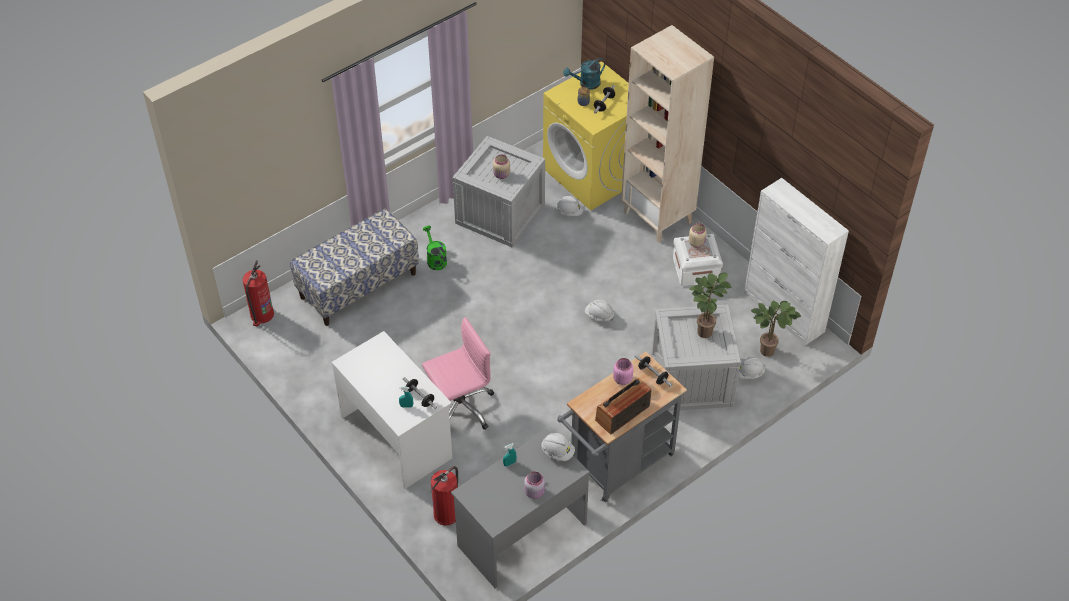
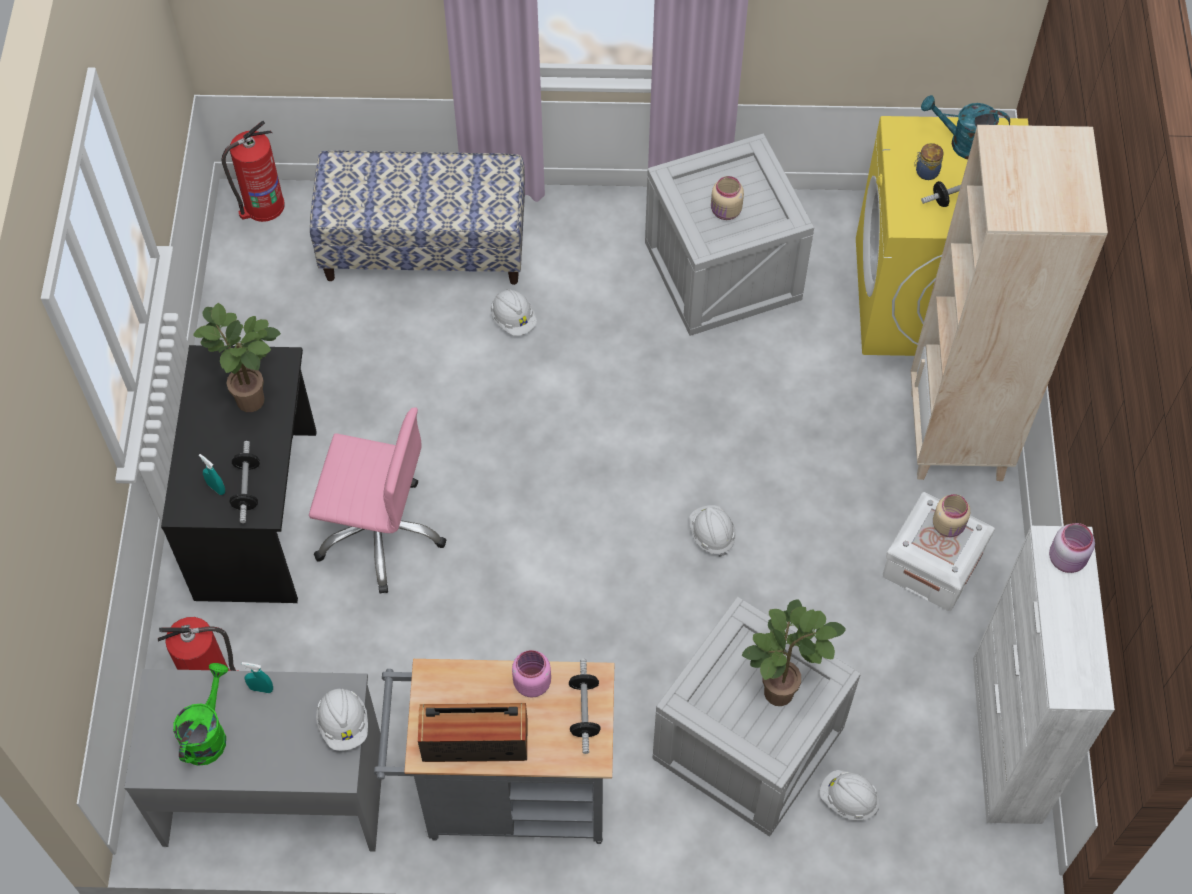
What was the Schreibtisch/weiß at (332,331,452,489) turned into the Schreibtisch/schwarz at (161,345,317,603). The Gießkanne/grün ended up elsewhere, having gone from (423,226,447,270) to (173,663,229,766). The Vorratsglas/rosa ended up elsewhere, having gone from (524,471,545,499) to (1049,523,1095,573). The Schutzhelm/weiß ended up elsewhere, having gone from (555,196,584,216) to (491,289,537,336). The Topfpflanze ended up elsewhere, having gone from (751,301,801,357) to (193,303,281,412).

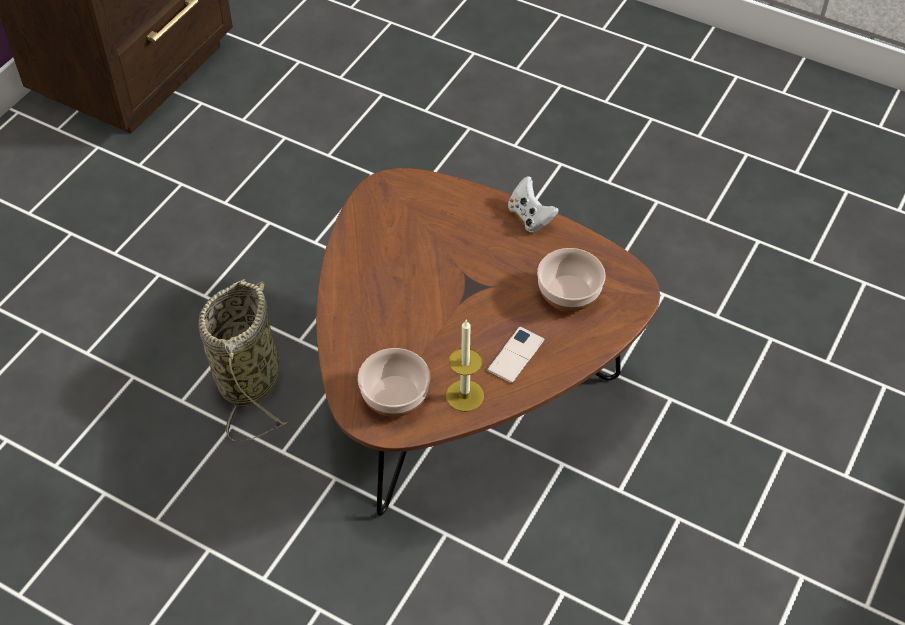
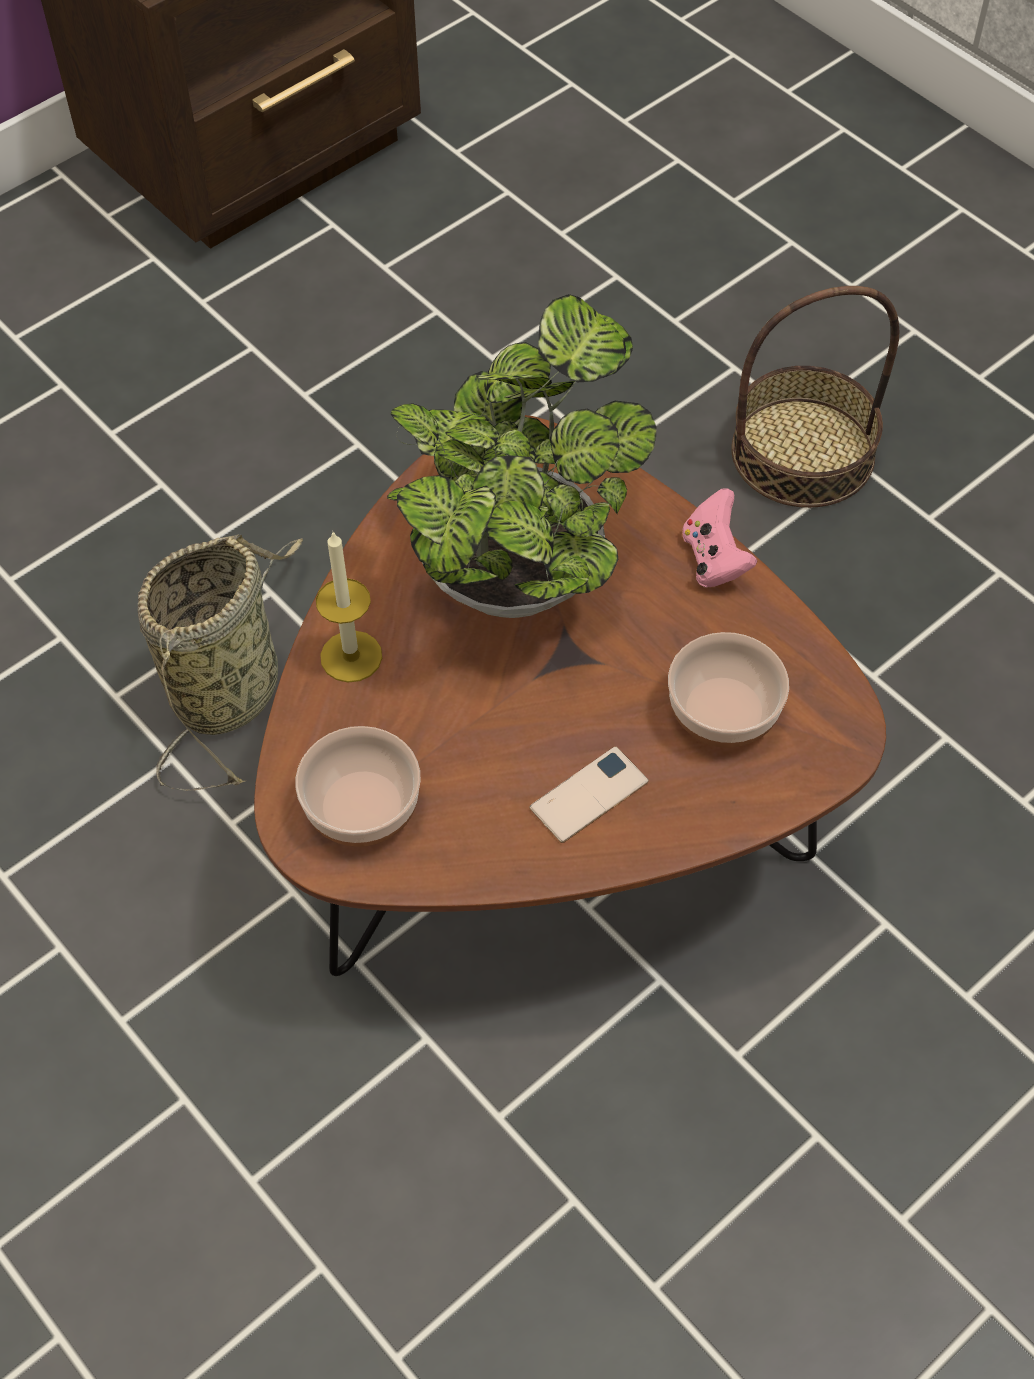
The Kerze ended up elsewhere, having gone from (446,319,484,412) to (316,532,382,682). What was the Gamepad/weiß at (508,176,559,233) turned into the Gamepad/rosa at (682,488,757,588). The second view gained the Topfpflanze at (387,294,656,618). The second view gained the Korb at (731,286,900,508).

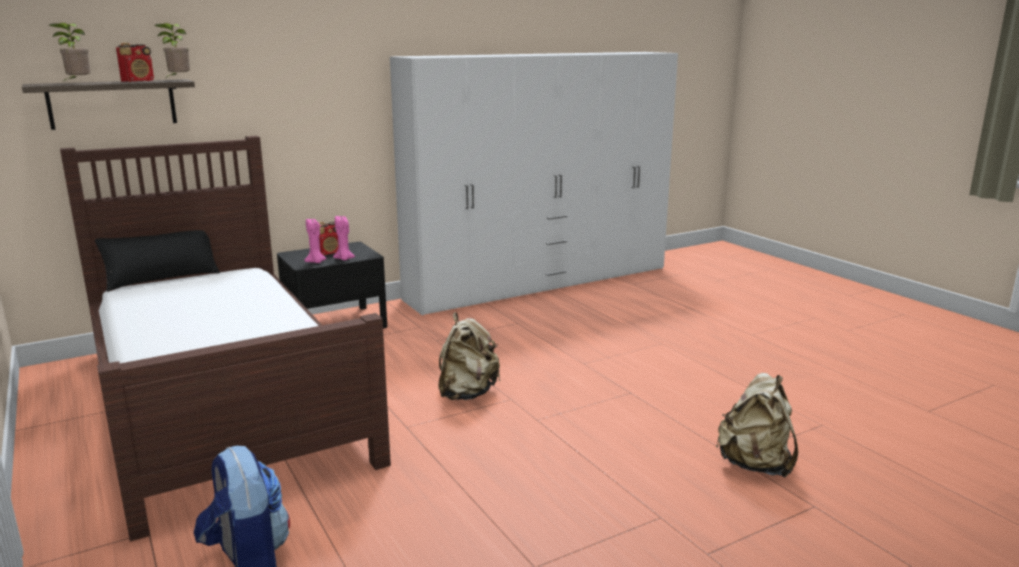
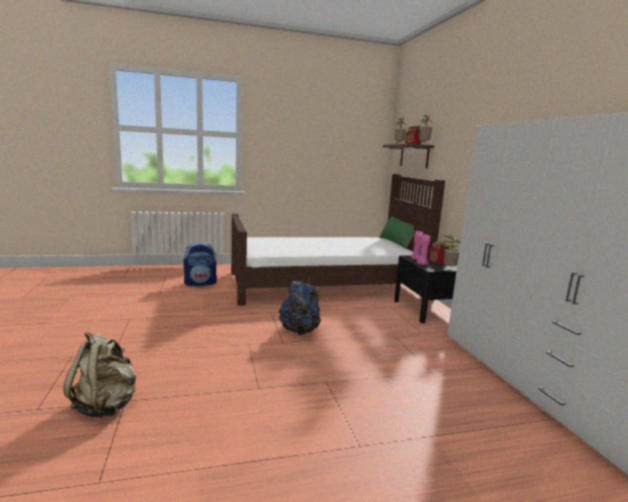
What was the Kissen/schwarz at (95,230,220,292) turned into the Kissen/grün at (379,216,414,249). What was the Rucksack/beige at (438,312,500,400) turned into the Rucksack/blau at (279,276,321,335). The second view gained the Topfpflanze at (440,235,460,268).

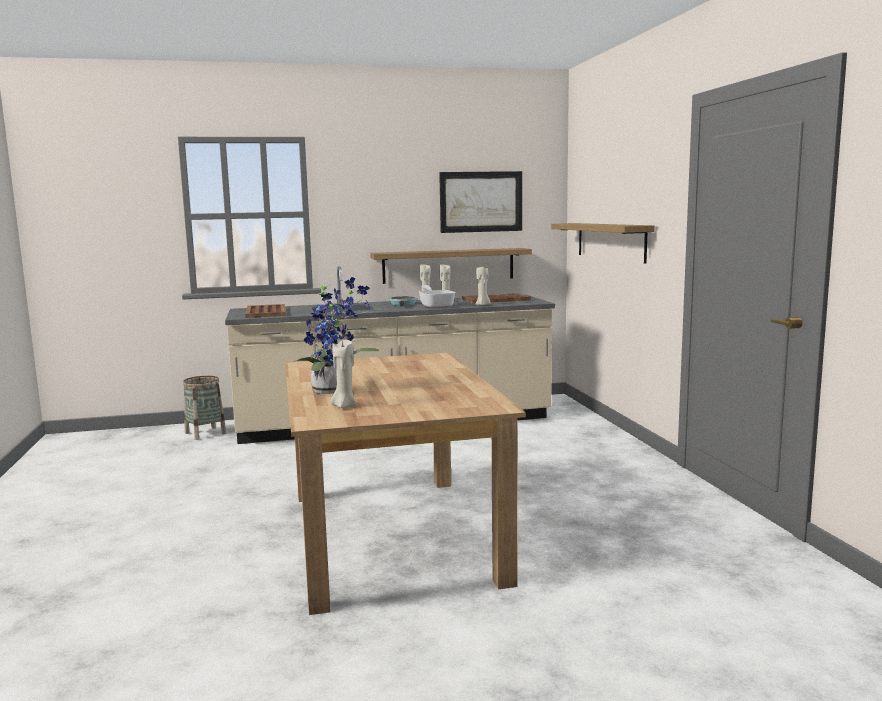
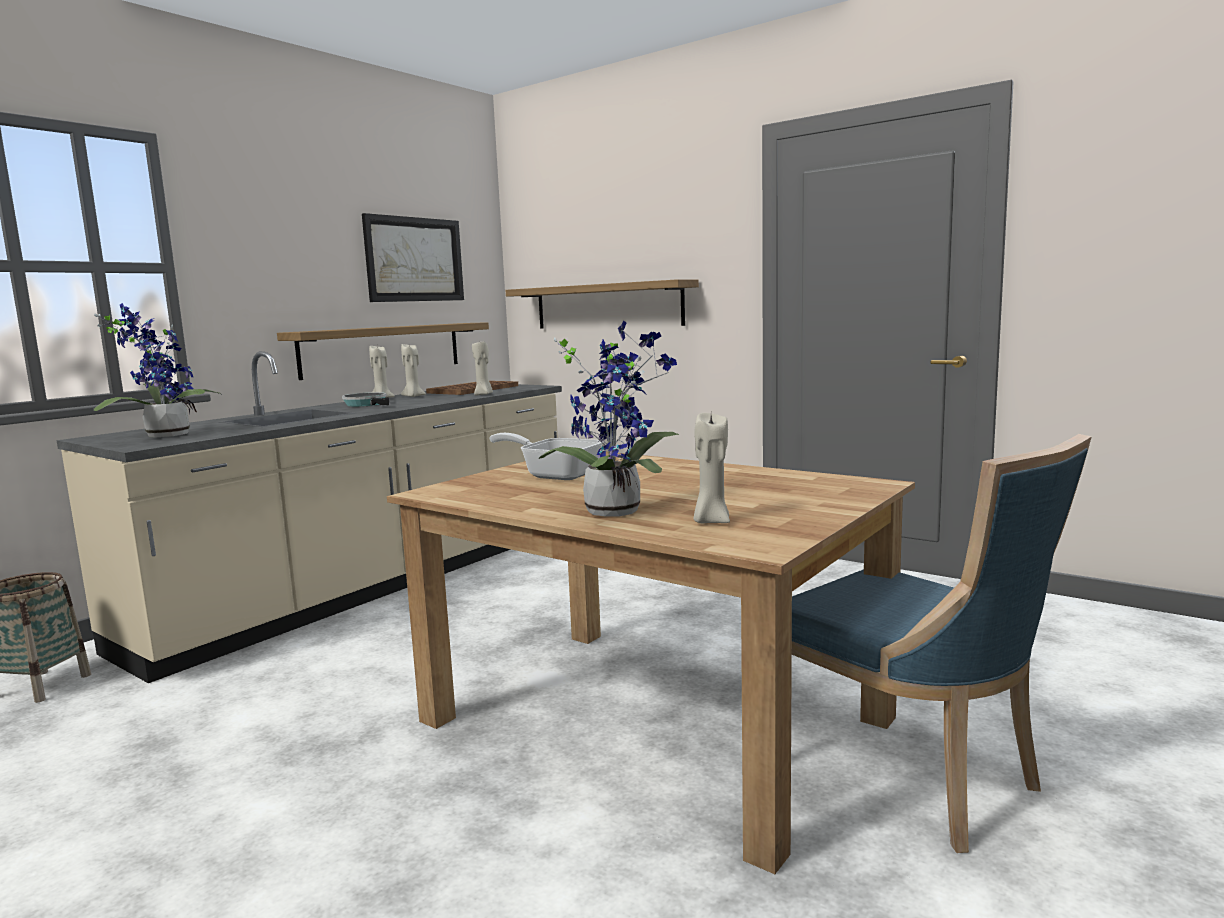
Where the Tablett/braun stood at (245,304,286,318), the Topfpflanze came to stand at (94,303,221,438). The Pfanne ended up elsewhere, having gone from (419,285,456,308) to (489,433,603,480). The second view gained the Stuhl/blau at (792,434,1092,853).

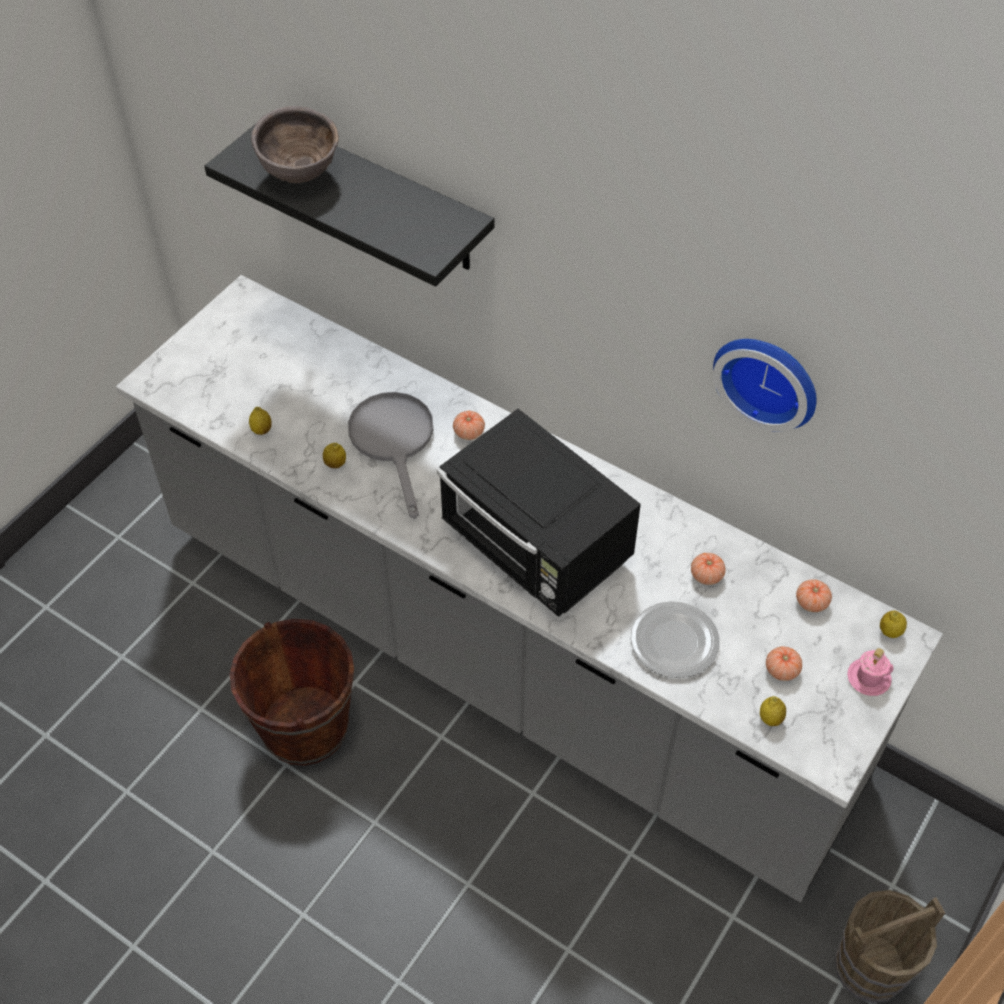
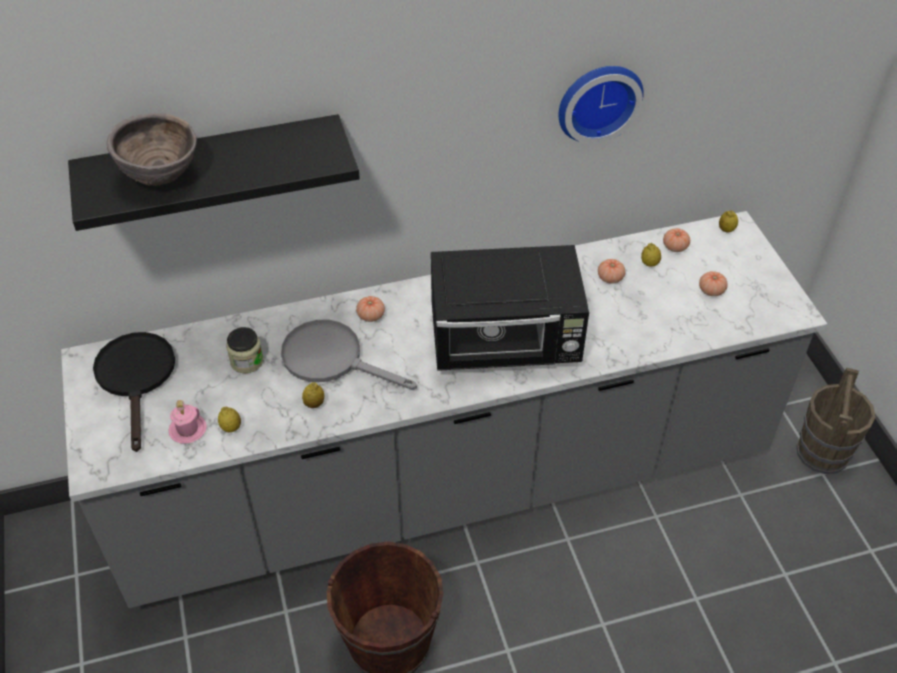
The second view lost the Teller at (631,601,720,678). The Zitrone ended up elsewhere, having gone from (760,696,786,726) to (641,243,661,267). The Henkelbecher/rosa ended up elsewhere, having gone from (847,648,894,696) to (168,400,207,444). The second view gained the Pfanne/schwarz at (93,332,175,452). The second view gained the Vorratsglas at (226,327,264,373).

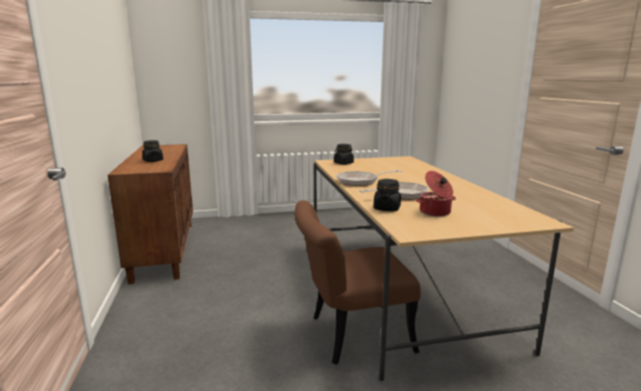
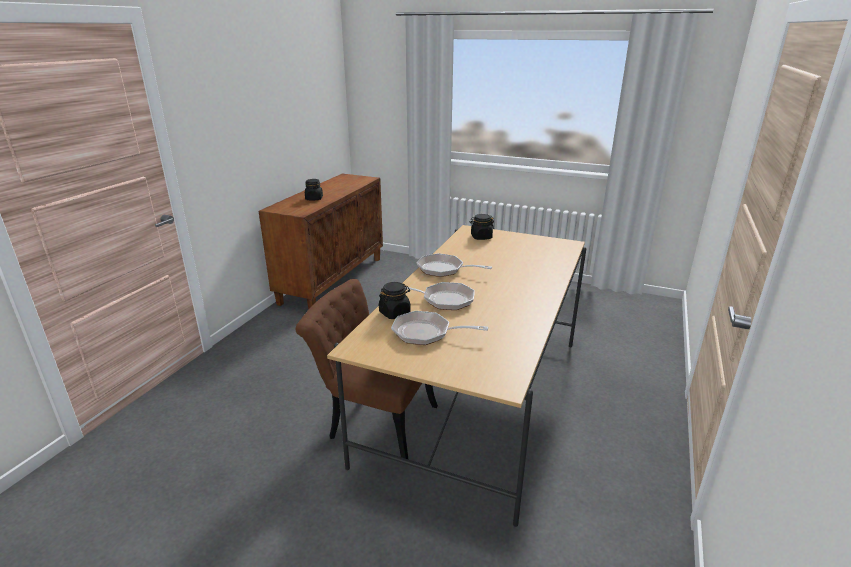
Where the Kochtopf stood at (416,171,456,217), the Pfanne came to stand at (391,311,488,345).

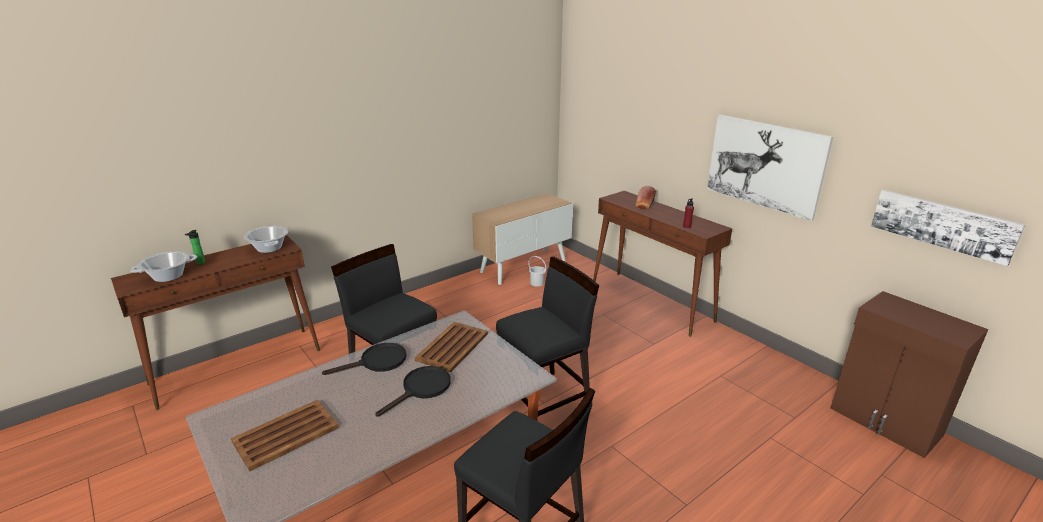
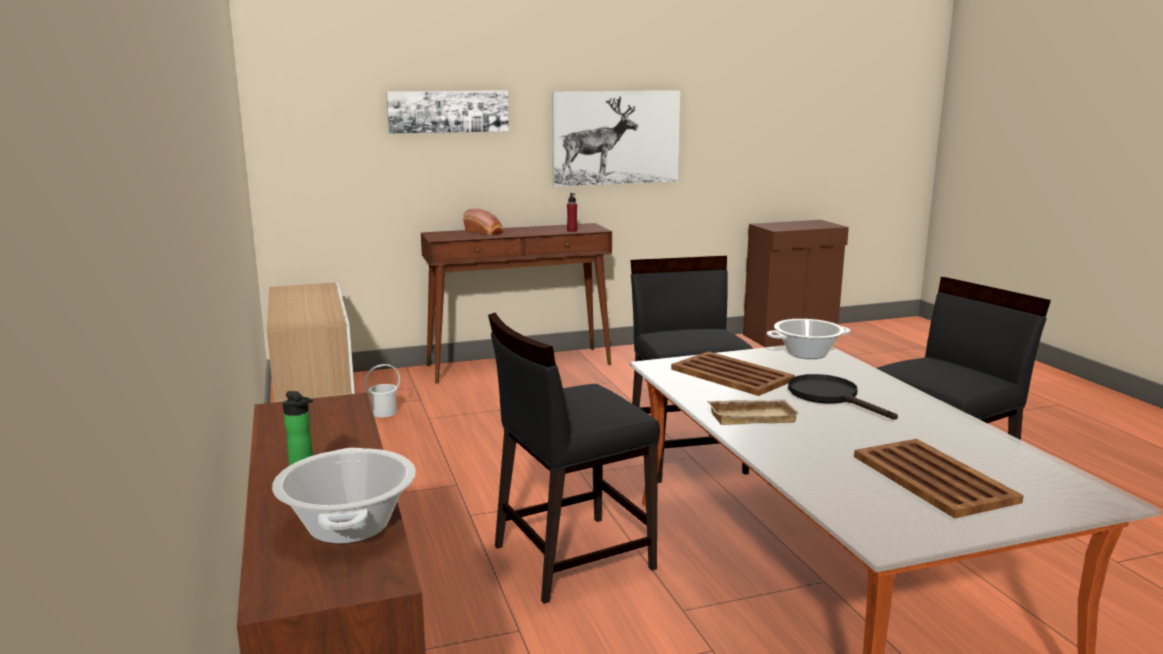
The Kochtopf ended up elsewhere, having gone from (244,226,288,253) to (767,319,851,359). Where the Pfanne/schwarz stood at (322,343,407,375), the Tablett/beige came to stand at (707,399,800,425). The Bild ended up elsewhere, having gone from (871,190,1026,266) to (386,91,509,134).

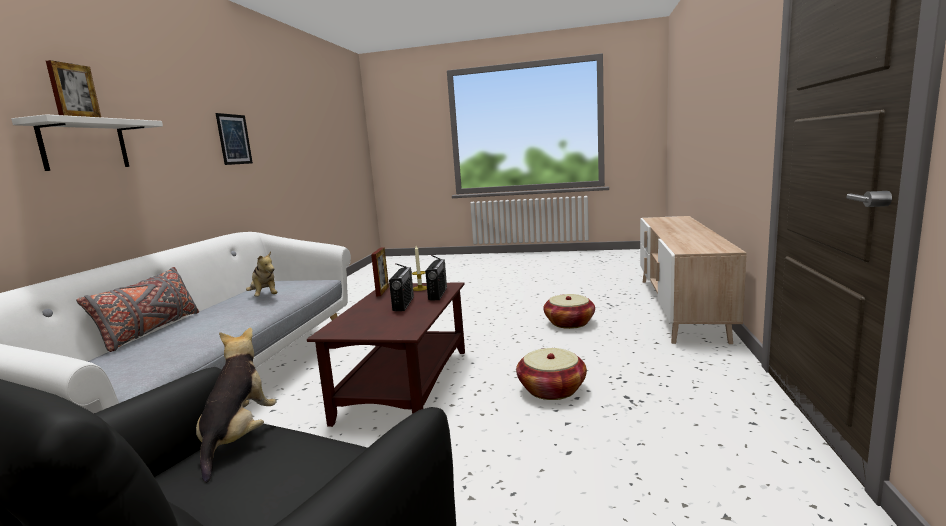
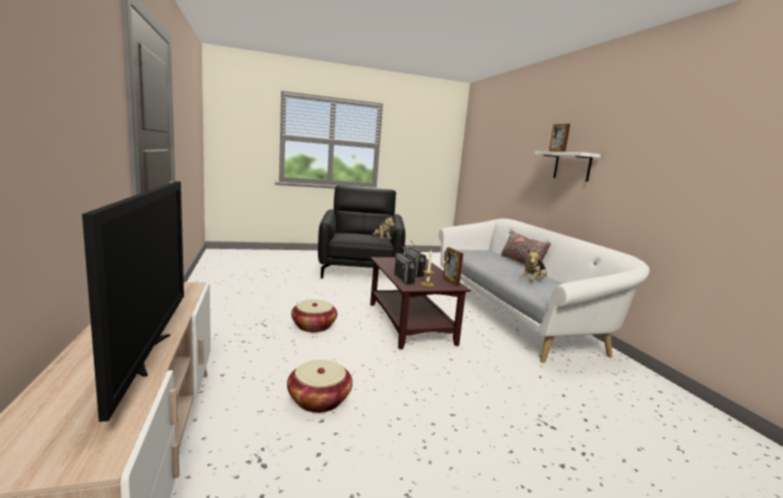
The second view lost the Bild at (215,113,253,165). The Plüschtier at (246,251,277,297) ended up facing another way, 75 degrees counterclockwise from before. The second view gained the Fernseher at (82,181,184,422).

